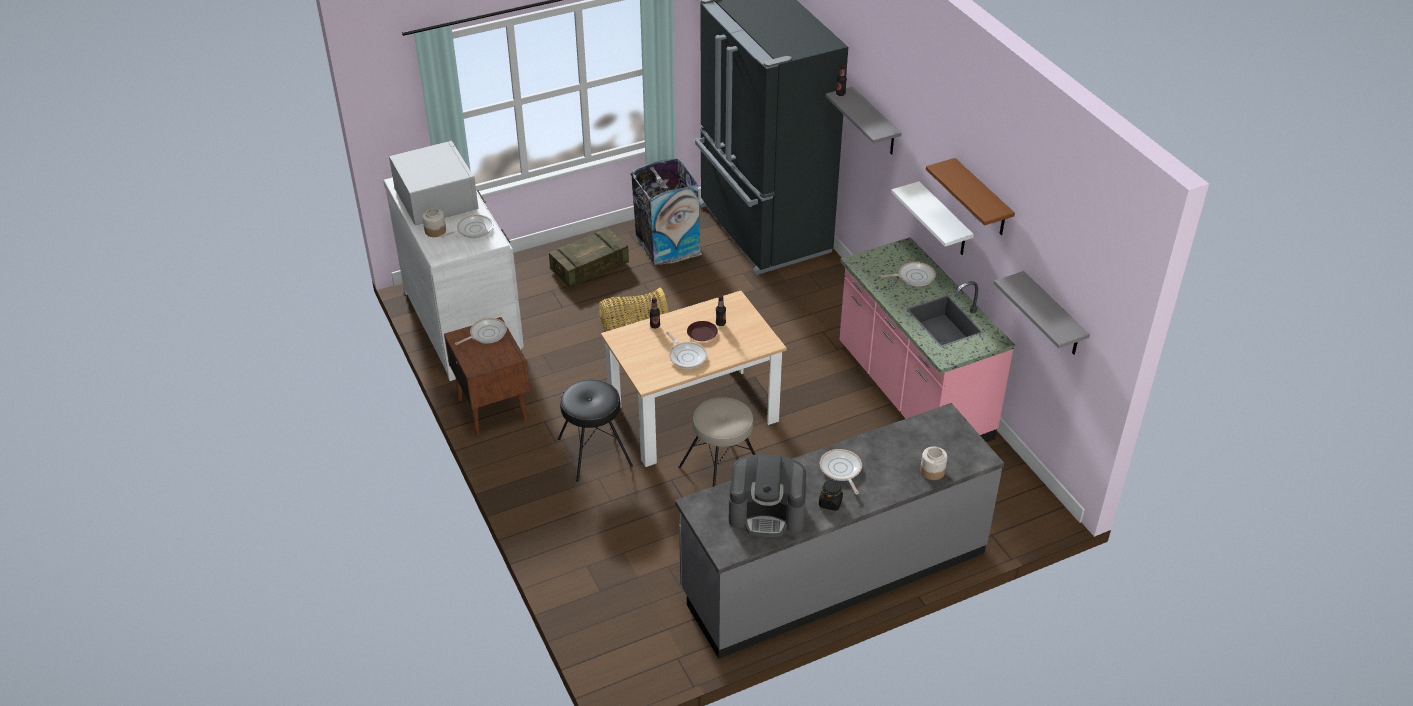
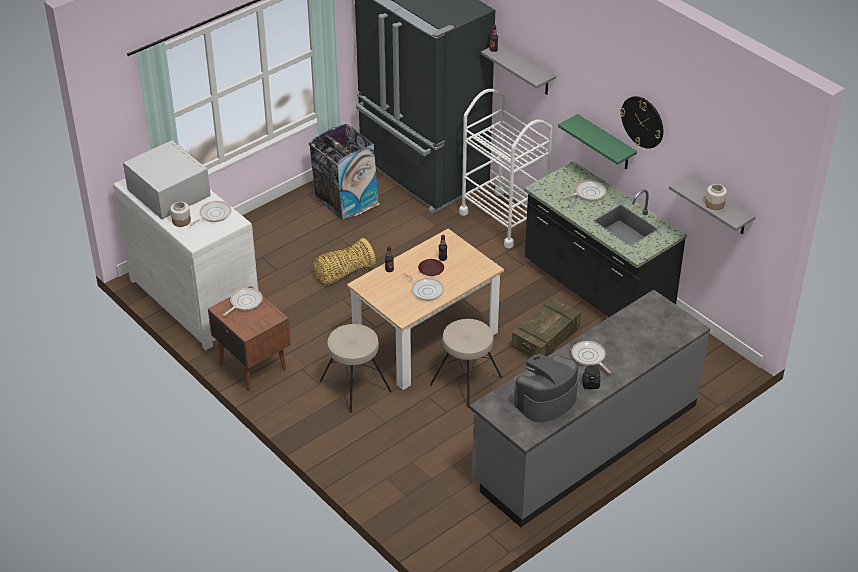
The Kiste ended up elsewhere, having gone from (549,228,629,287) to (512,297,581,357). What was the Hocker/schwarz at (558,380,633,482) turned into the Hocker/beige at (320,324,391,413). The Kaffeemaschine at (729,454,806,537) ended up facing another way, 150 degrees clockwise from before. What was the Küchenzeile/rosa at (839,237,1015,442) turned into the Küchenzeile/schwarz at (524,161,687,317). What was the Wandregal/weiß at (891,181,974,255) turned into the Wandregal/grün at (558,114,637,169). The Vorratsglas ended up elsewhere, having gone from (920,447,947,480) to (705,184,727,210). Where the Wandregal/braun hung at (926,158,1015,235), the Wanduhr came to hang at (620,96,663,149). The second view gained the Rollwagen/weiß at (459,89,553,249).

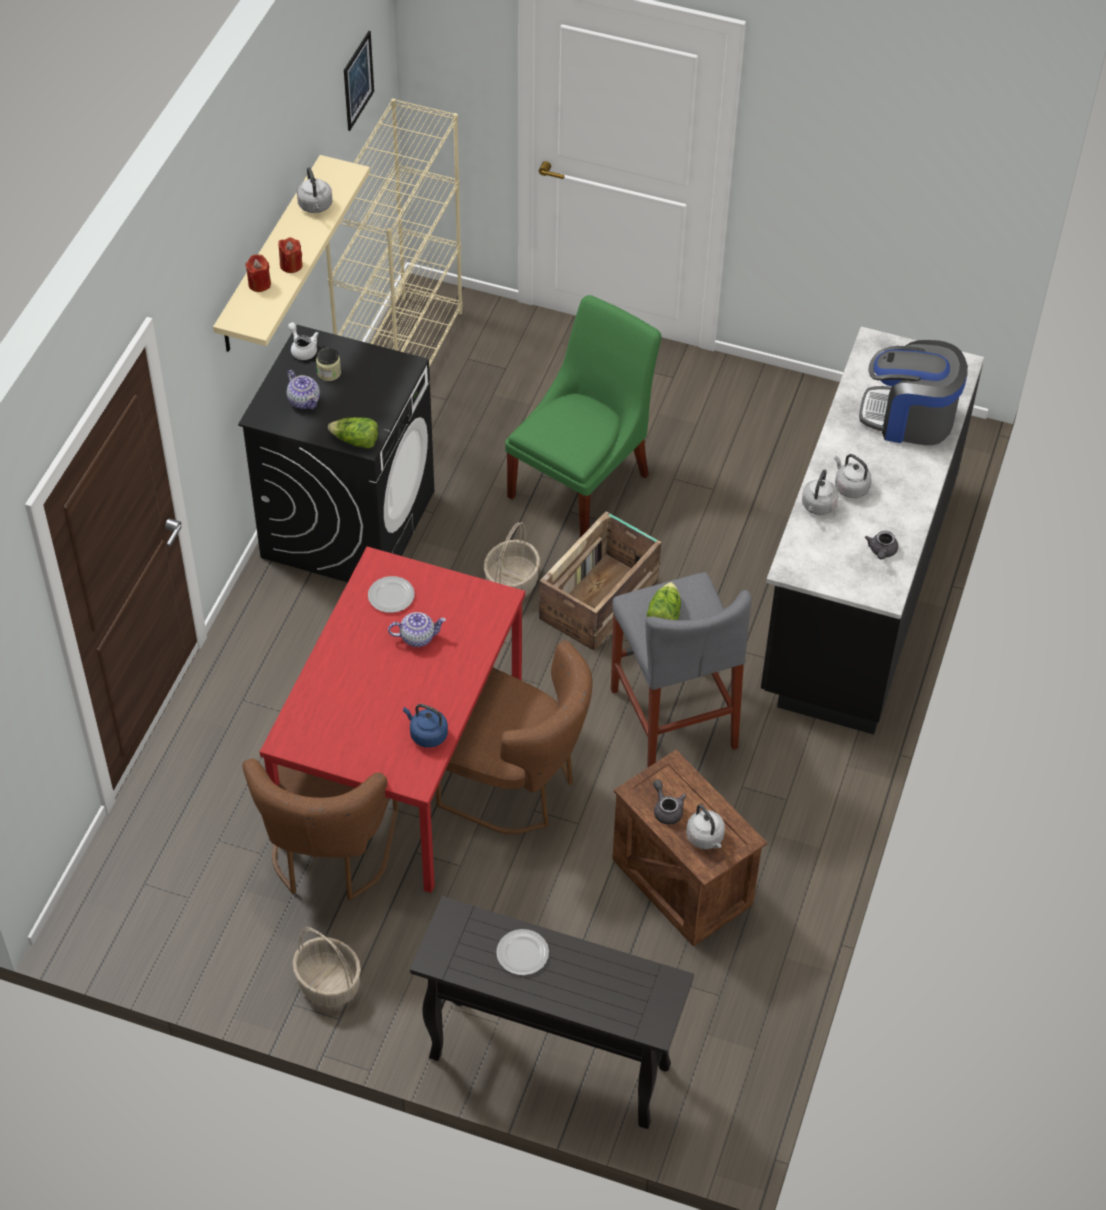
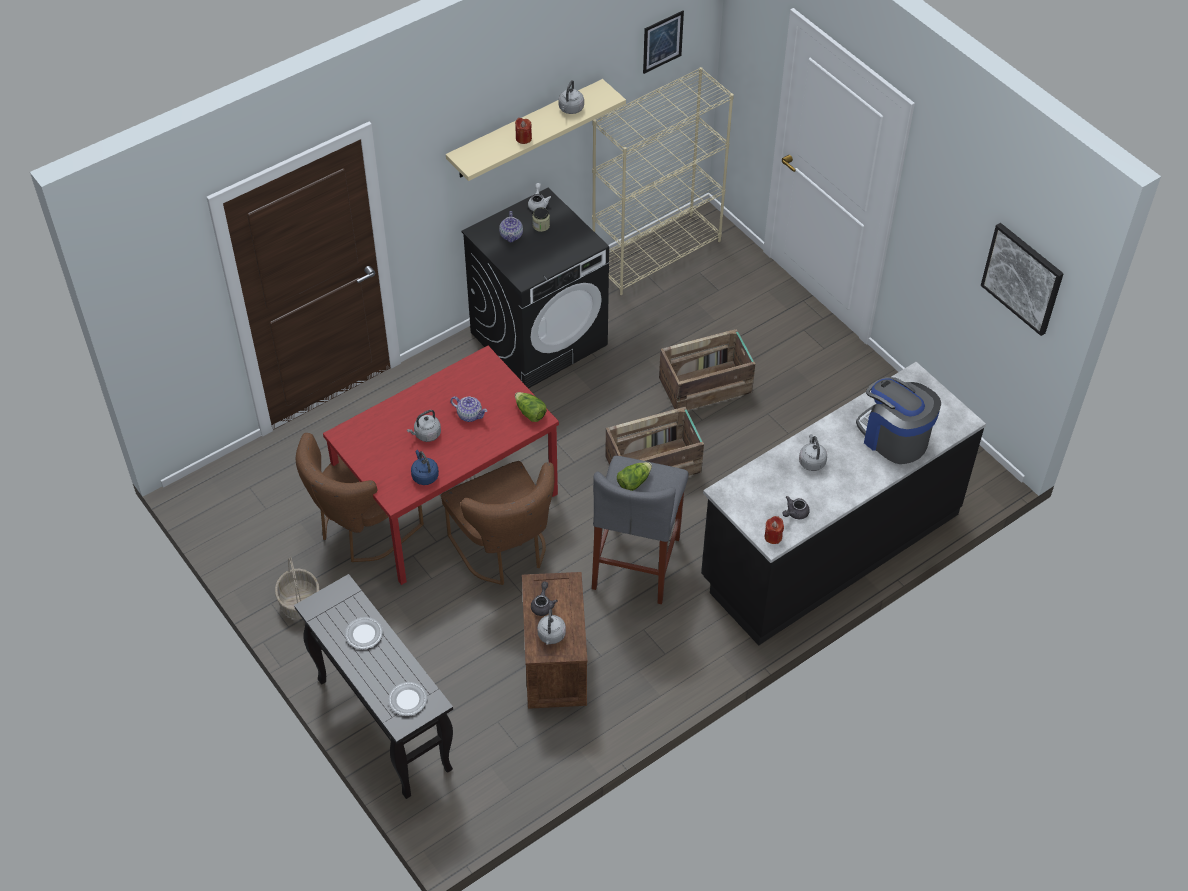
The Kerze/rot ended up elsewhere, having gone from (245,254,271,292) to (764,516,784,544). The Salatkopf ended up elsewhere, having gone from (328,417,378,449) to (515,392,547,422). The Teller ended up elsewhere, having gone from (368,576,415,613) to (388,682,427,716). The second view lost the Korb at (484,522,540,595). Where the Stuhl/grün stood at (505,295,662,538), the Kiste came to stand at (659,329,755,410). The Wasserkessel/grau ended up elsewhere, having gone from (802,469,839,515) to (407,410,441,442). The second view gained the Bild at (981,223,1063,336).

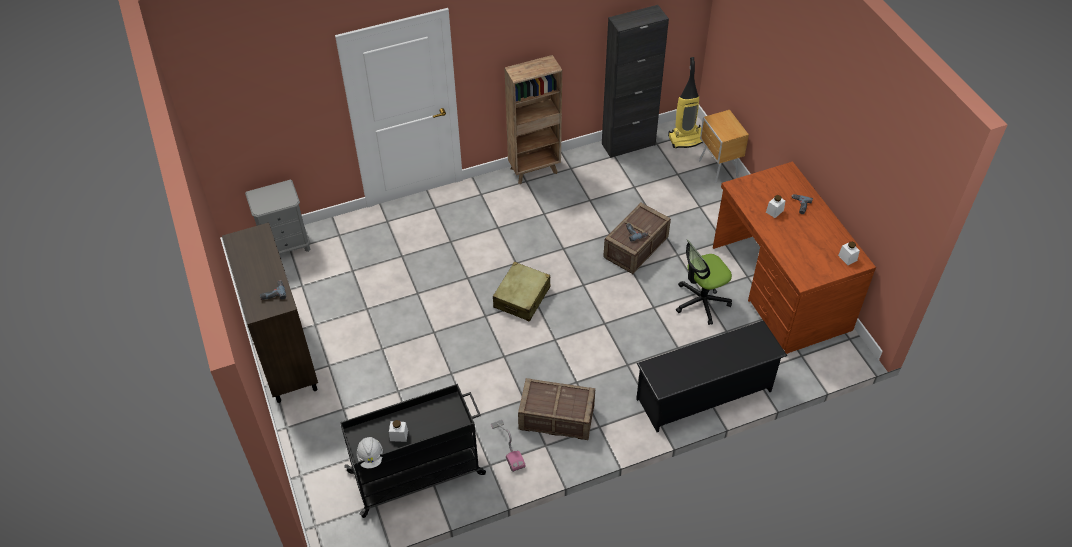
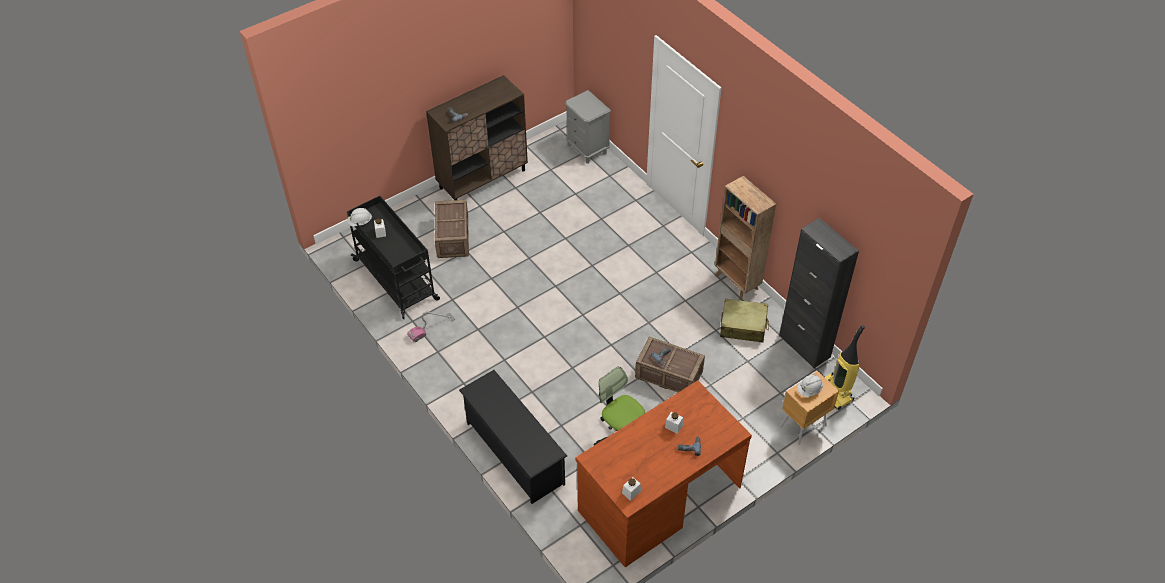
The Koffer/beige ended up elsewhere, having gone from (493,262,550,321) to (720,299,769,343). The Kiste ended up elsewhere, having gone from (518,378,595,440) to (435,200,469,258). The second view gained the Schutzhelm/weiß at (797,375,823,397).

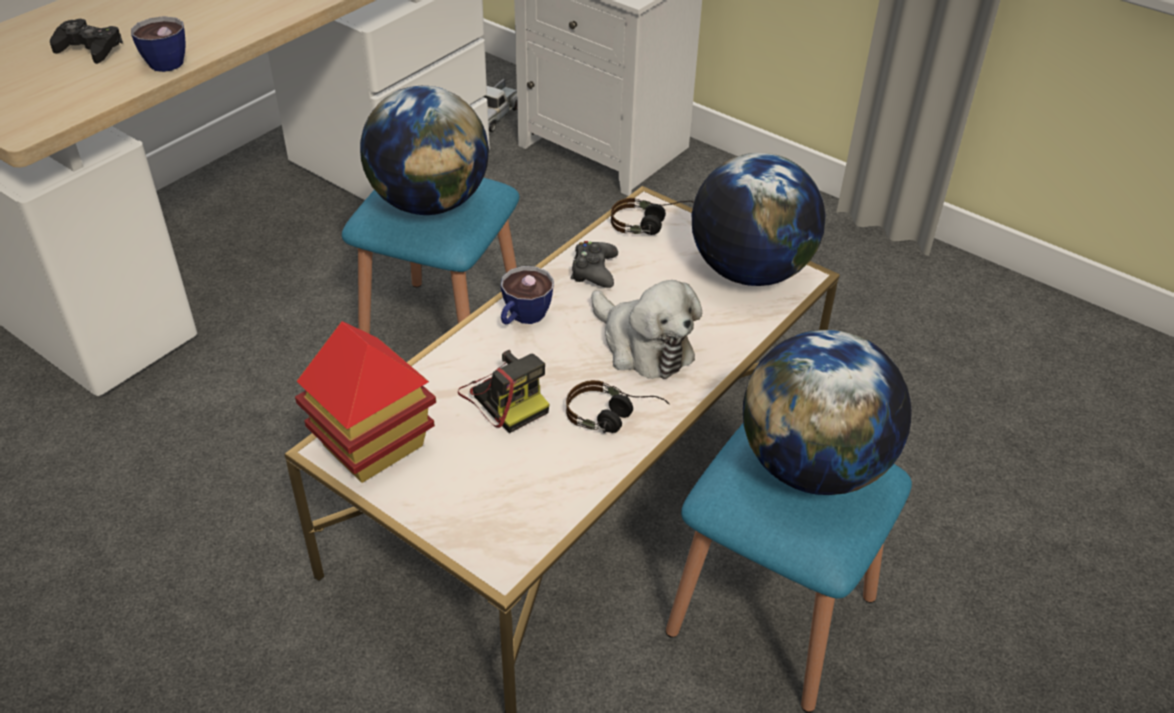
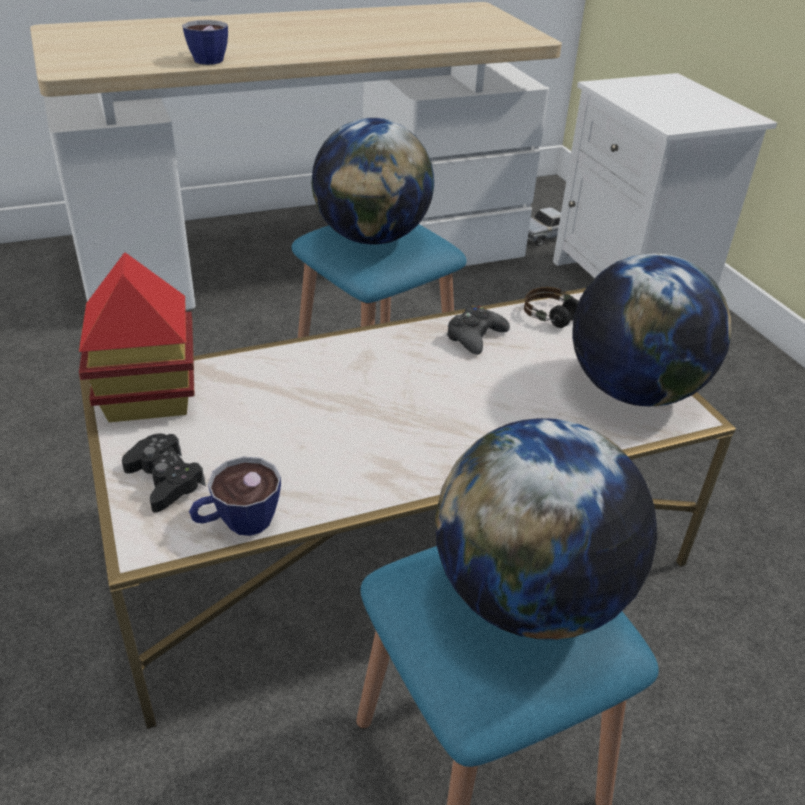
The Gamepad/schwarz ended up elsewhere, having gone from (50,19,123,64) to (122,433,206,513). The second view lost the Kamera at (458,350,549,433). The Tasse ended up elsewhere, having gone from (501,266,554,325) to (189,457,281,536). The second view lost the Kopfhörer at (566,380,670,433). The second view lost the Plüschtier at (591,280,702,379).

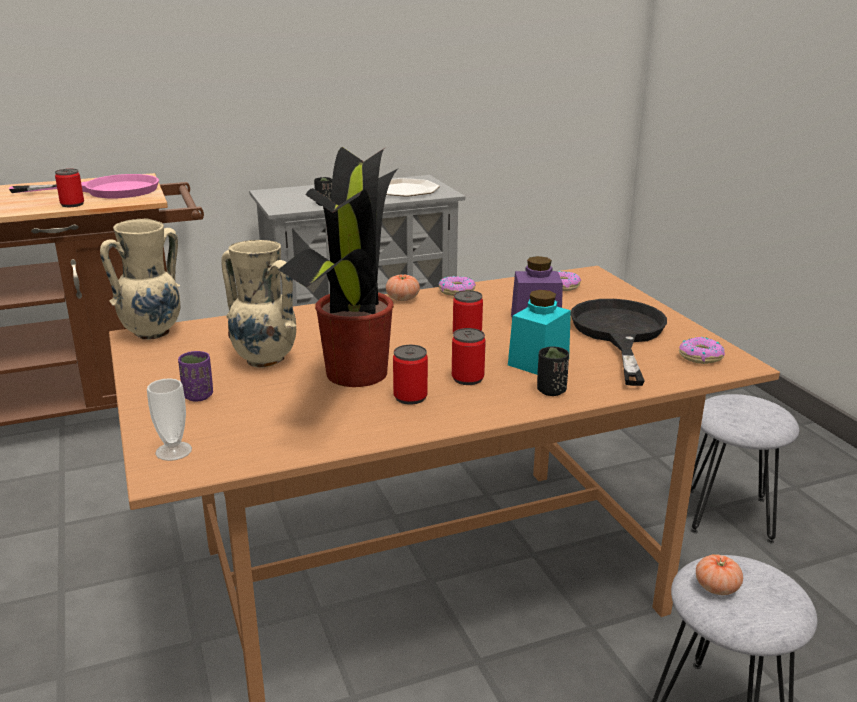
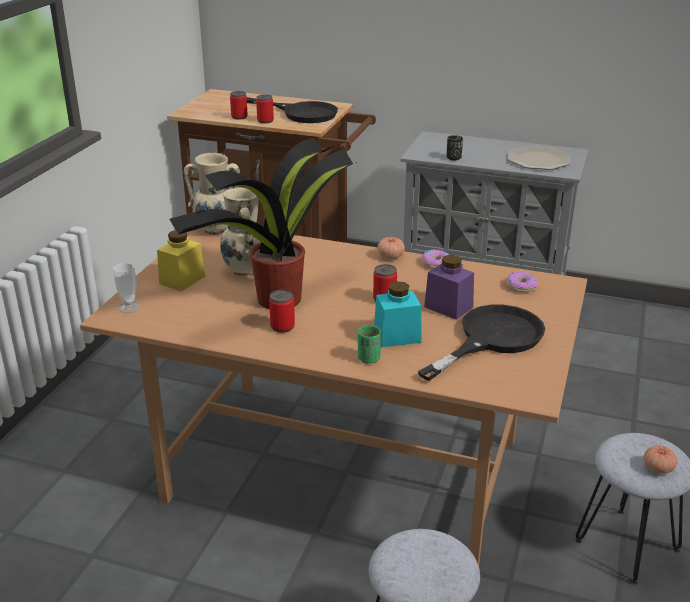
What was the Pfanne/rosa at (9,174,159,198) turned into the Pfanne/schwarz at (247,97,338,123). Where the Tasse/lila stood at (178,351,213,402), the Vorratsglas/gelb came to stand at (157,230,205,292). The Dose ended up elsewhere, having gone from (452,328,486,385) to (230,91,248,120). What was the Tasse/schwarz at (537,346,569,396) turned into the Tasse/grün at (358,325,381,364). The second view lost the Donut at (679,337,725,364). The Tomate ended up elsewhere, having gone from (696,554,743,595) to (644,445,677,474).

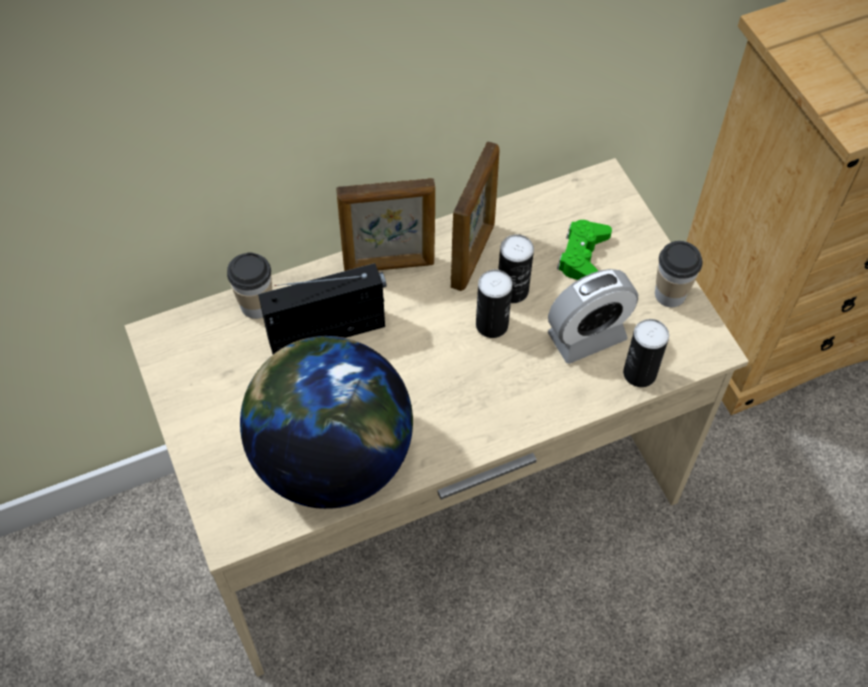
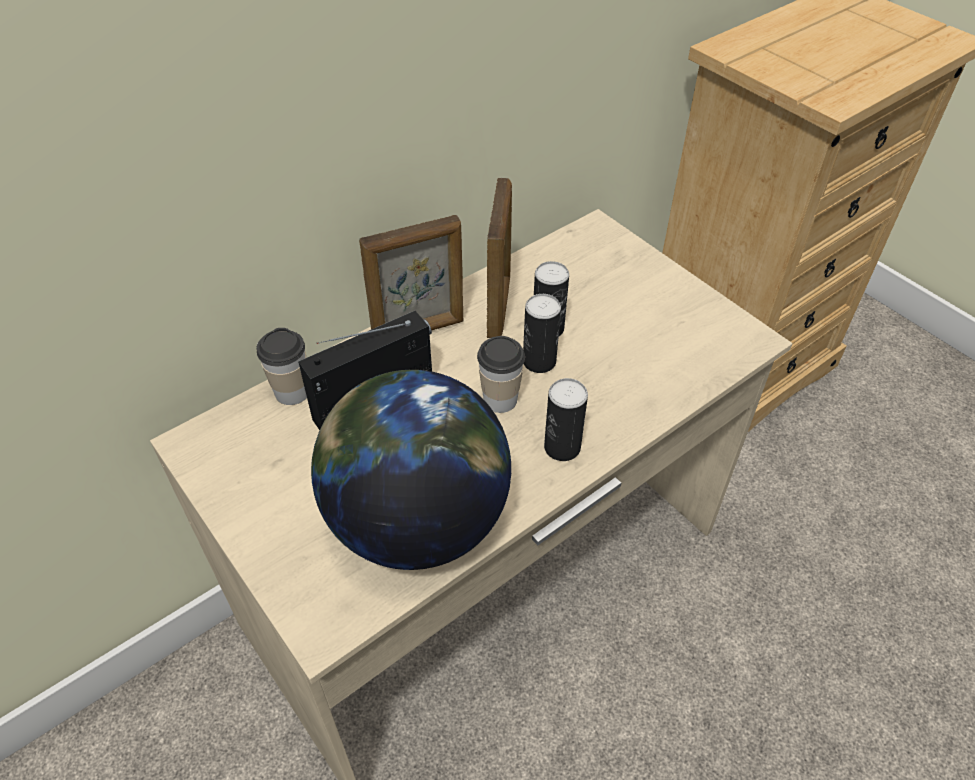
The second view lost the Wecker at (548,269,638,364). The second view lost the Gamepad/grün at (557,220,612,280). The Dose ended up elsewhere, having gone from (623,319,669,387) to (544,378,588,461). The Tasse ended up elsewhere, having gone from (655,241,703,307) to (477,336,525,413).

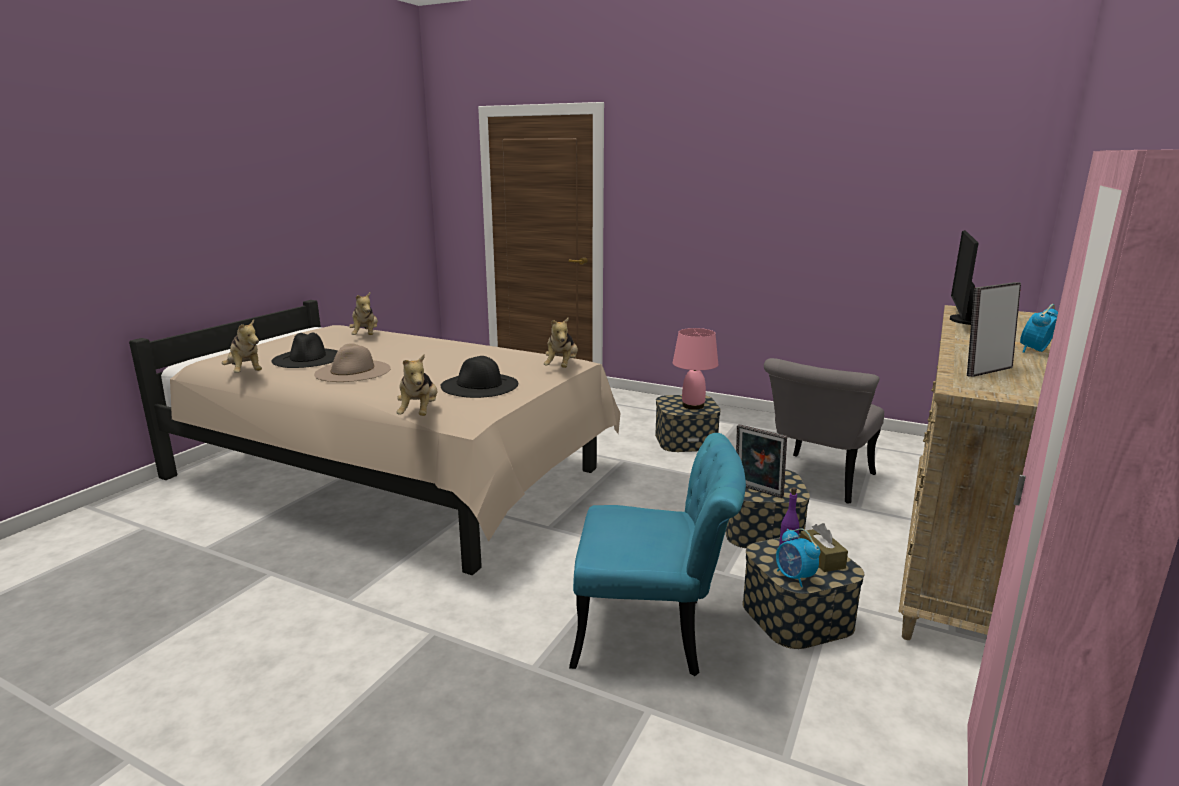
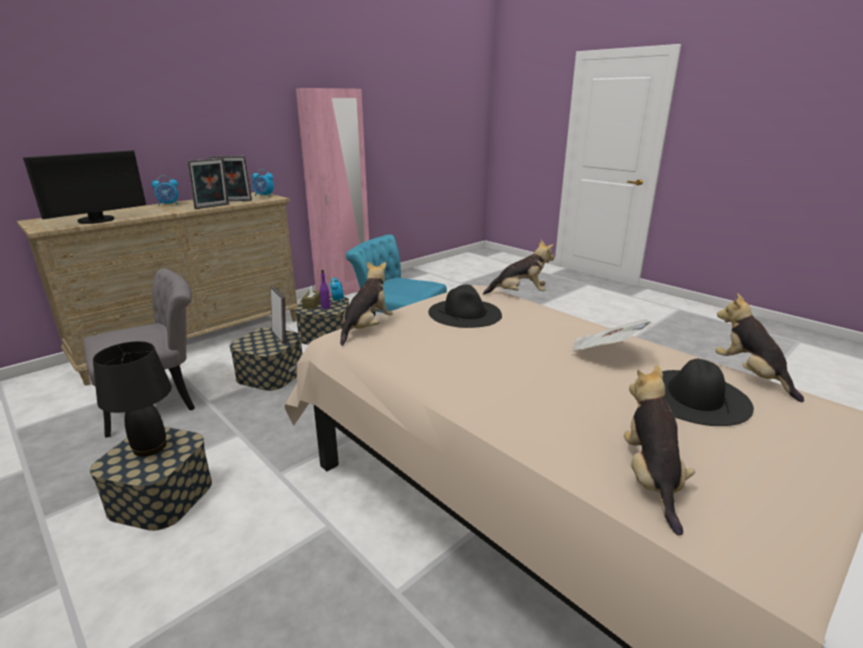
Where the Hut/beige stood at (314,343,391,382), the Zeitung came to stand at (571,319,652,351). The Plüschtier at (396,355,437,416) ended up facing another way, 75 degrees clockwise from before. What was the Tischlampe/rosa at (673,328,718,410) turned into the Tischlampe/schwarz at (93,341,172,457). The second view gained the Bilderrahmen at (187,158,229,209). The second view gained the Wecker at (252,169,274,197).

